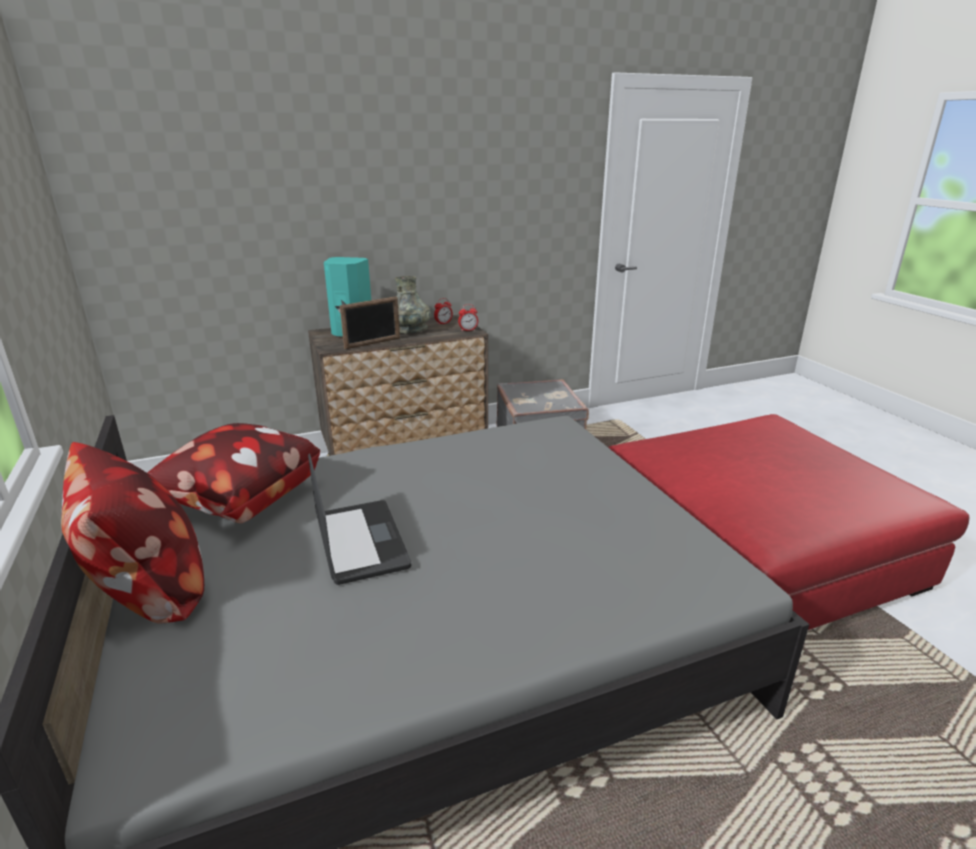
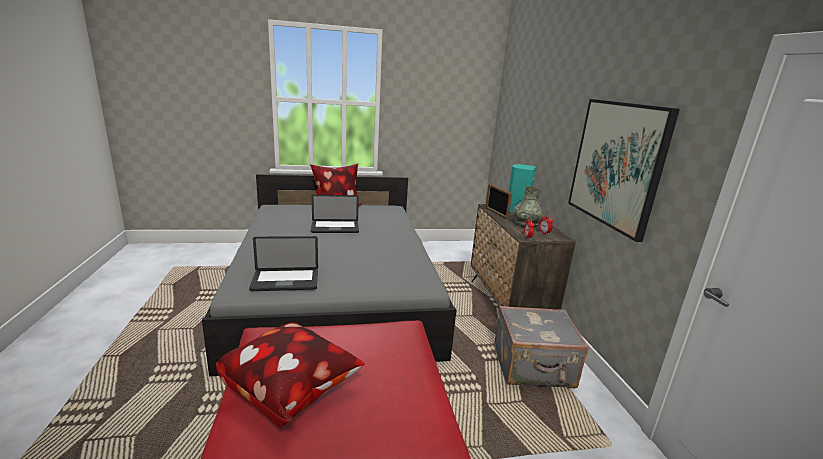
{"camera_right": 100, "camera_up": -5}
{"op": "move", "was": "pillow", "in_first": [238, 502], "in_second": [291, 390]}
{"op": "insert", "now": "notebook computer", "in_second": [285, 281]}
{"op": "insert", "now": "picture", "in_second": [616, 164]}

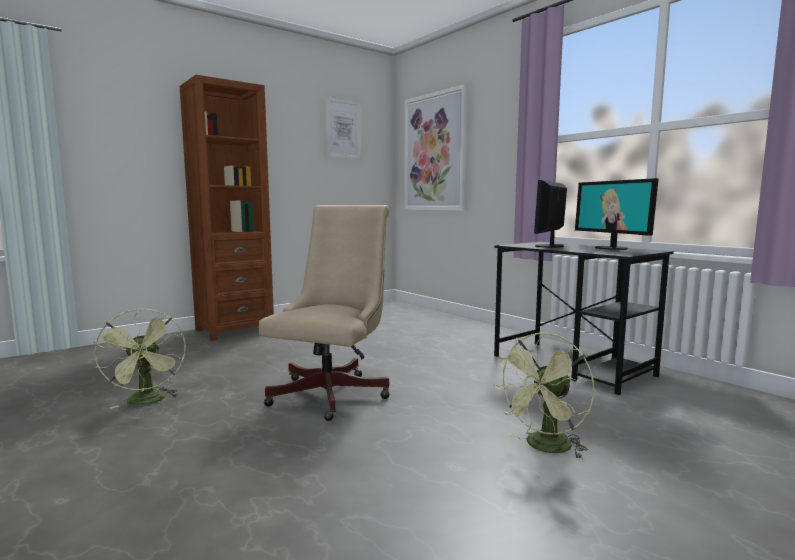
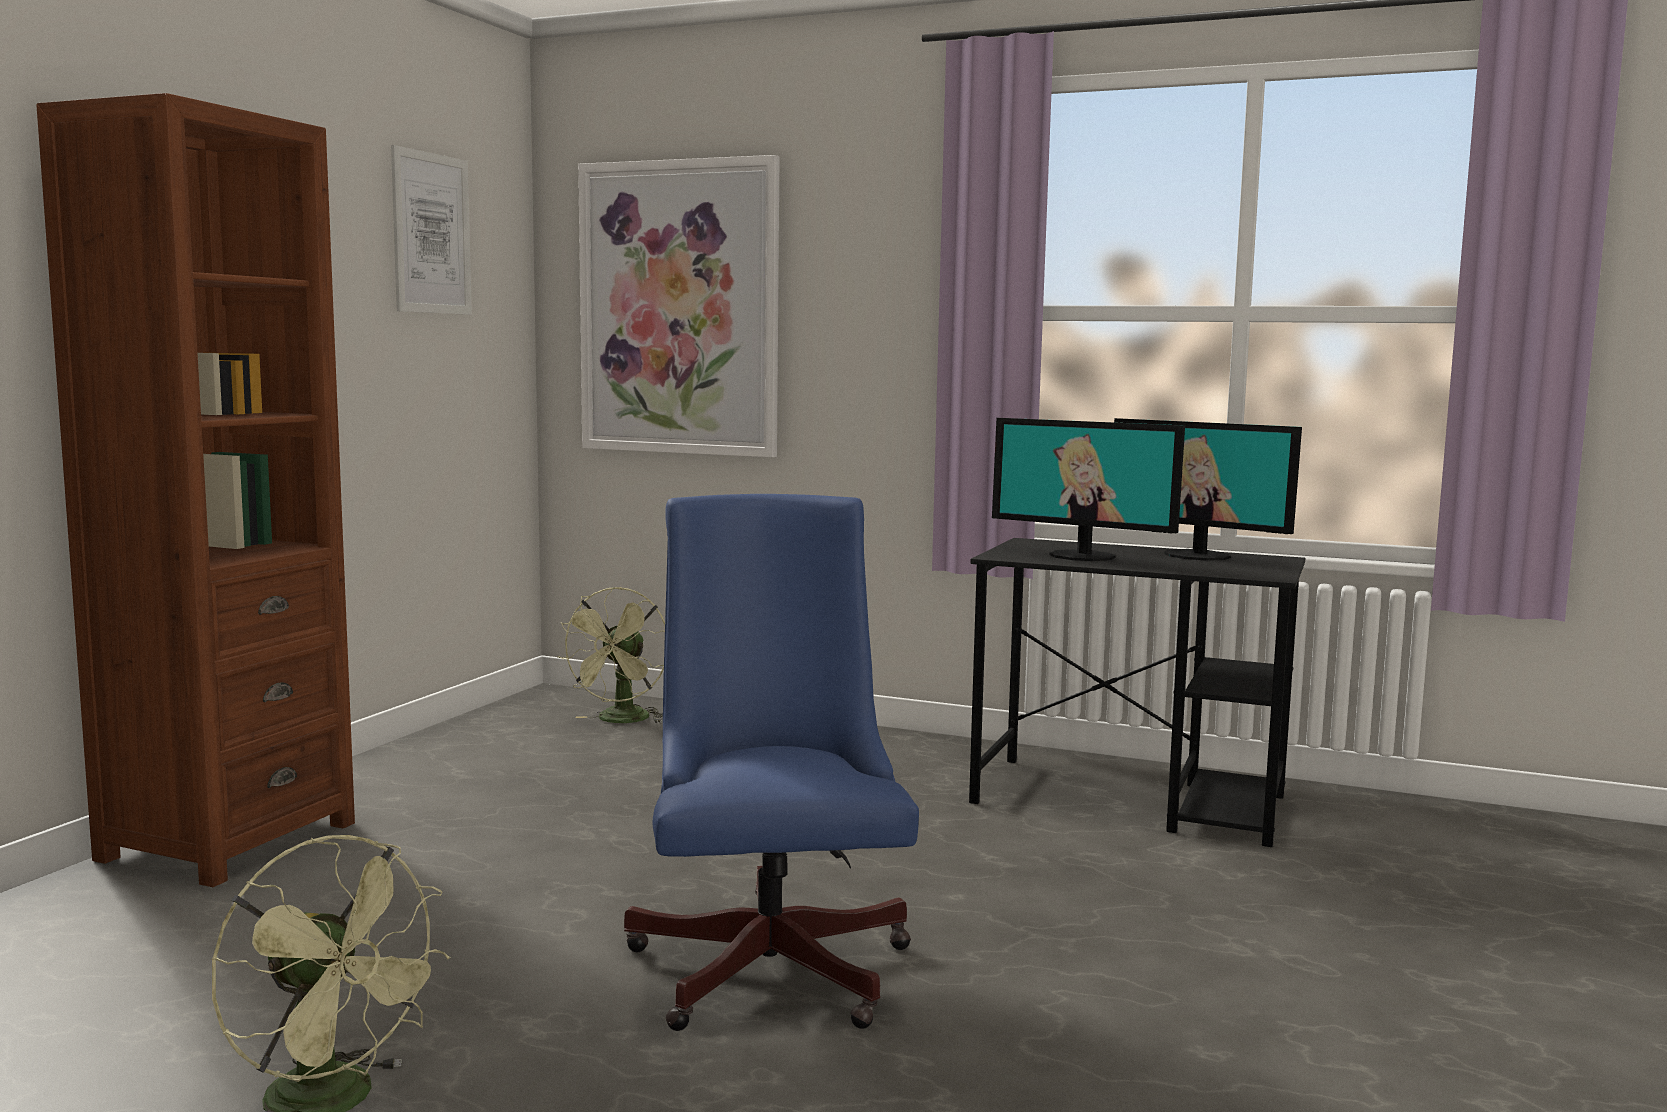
{"camera_right": -30, "camera_up": 0}
{"op": "recolor", "was": "sand-coloured office chair", "now": "blue-coloured office chair", "in_first": [334, 392], "in_second": [772, 959]}
{"op": "move", "was": "green fan", "in_first": [545, 448], "in_second": [620, 721]}
{"op": "rotate", "was": "computer screen", "in_first": [549, 246], "in_second": [1083, 556], "clockwise": -60}

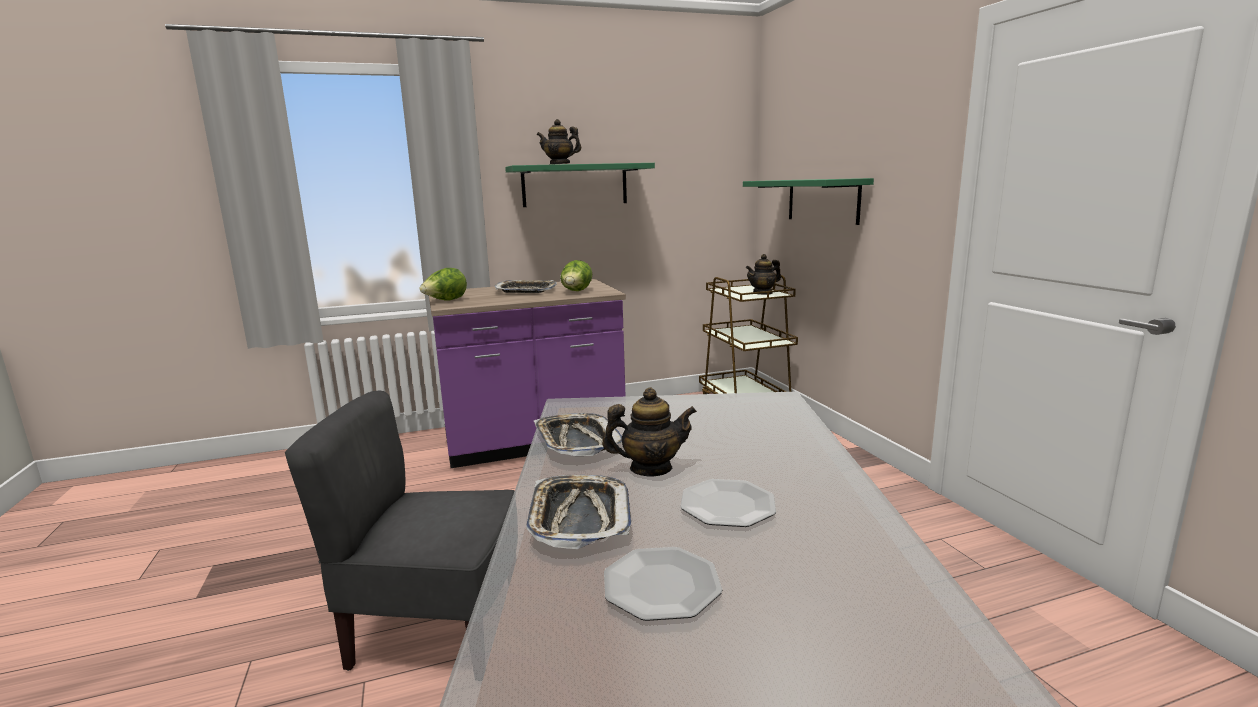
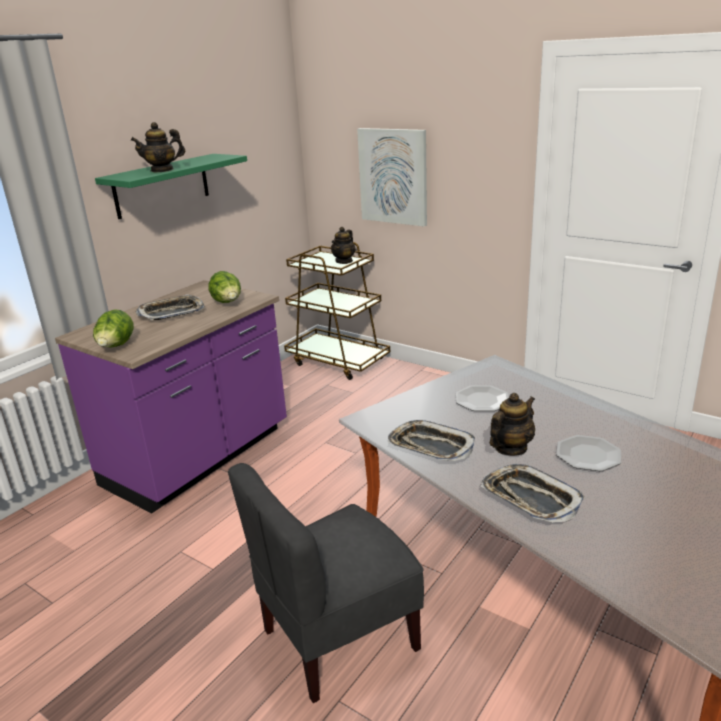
{"camera_right": -35, "camera_up": 10}
{"op": "move", "was": "dinner plate", "in_first": [661, 585], "in_second": [482, 400]}
{"op": "replace", "was": "green wall shelf", "now": "picture", "in_first": [822, 200], "in_second": [393, 176]}

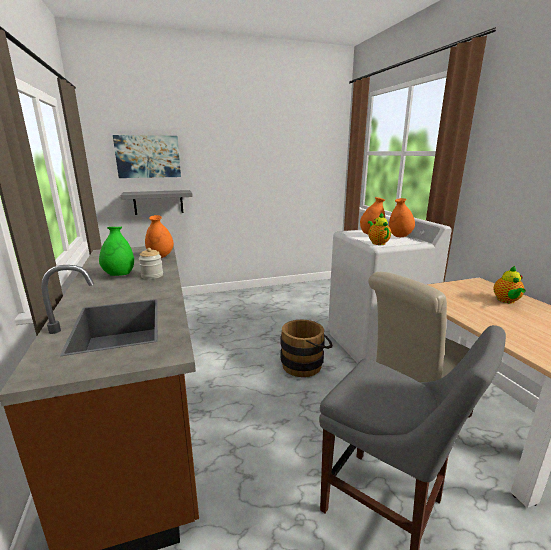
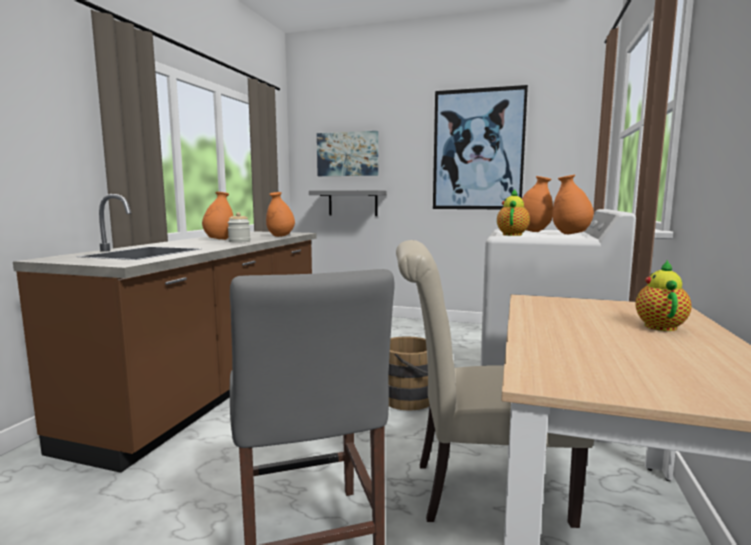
{"camera_right": 35, "camera_up": -10}
{"op": "recolor", "was": "green decorative vase", "now": "orange-coloured decorative vase", "in_first": [119, 275], "in_second": [219, 239]}
{"op": "rotate", "was": "teapot", "in_first": [506, 301], "in_second": [659, 326], "clockwise": 150}
{"op": "insert", "now": "picture", "in_second": [478, 150]}

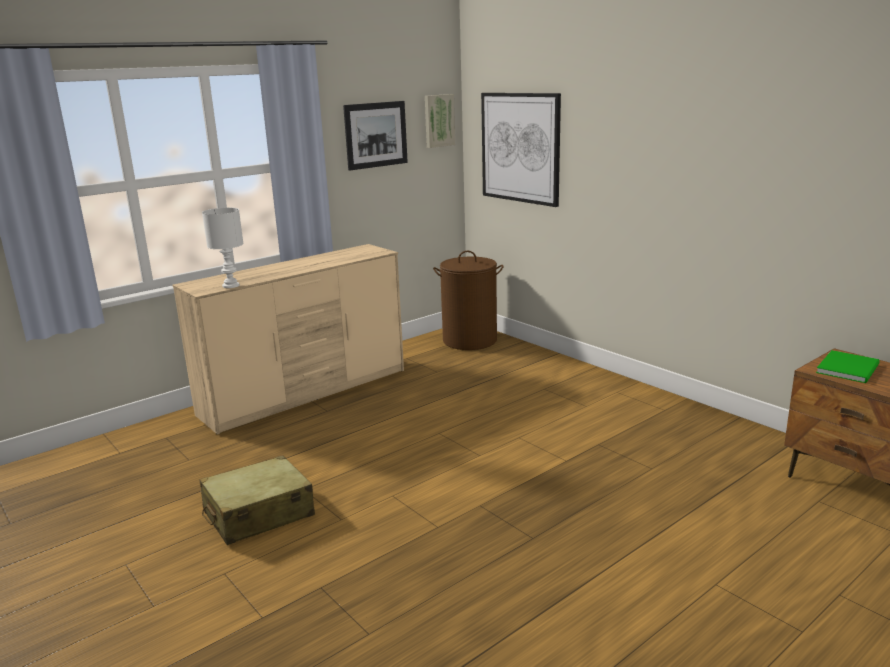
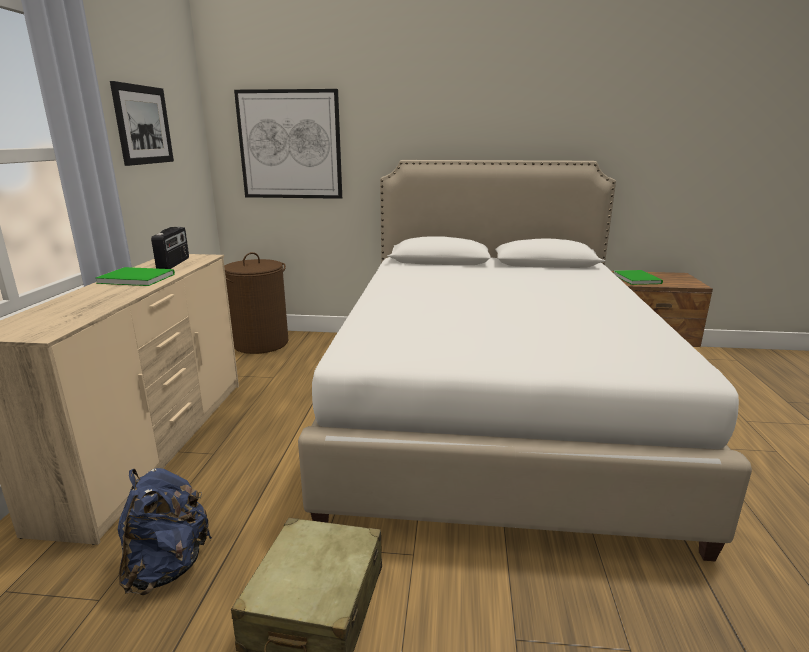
{"camera_right": -45, "camera_up": 0}
{"op": "delete", "was": "whitish lamp for a table", "in_first": [231, 285]}
{"op": "delete", "was": "picture", "in_first": [438, 120]}
{"op": "insert", "now": "green volume", "in_second": [136, 278]}
{"op": "insert", "now": "blue-coloured knapsack", "in_second": [167, 566]}
{"op": "insert", "now": "radio receiver", "in_second": [174, 263]}
{"op": "insert", "now": "whitish bedroom bed", "in_second": [492, 409]}

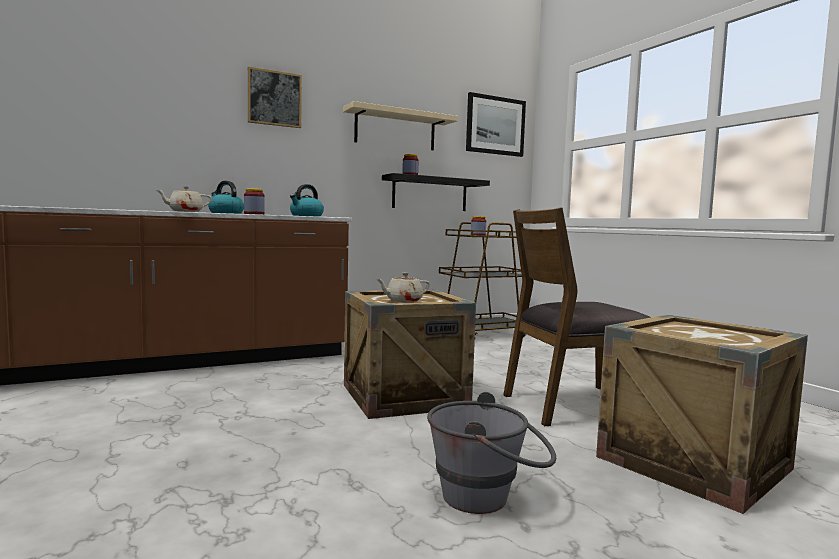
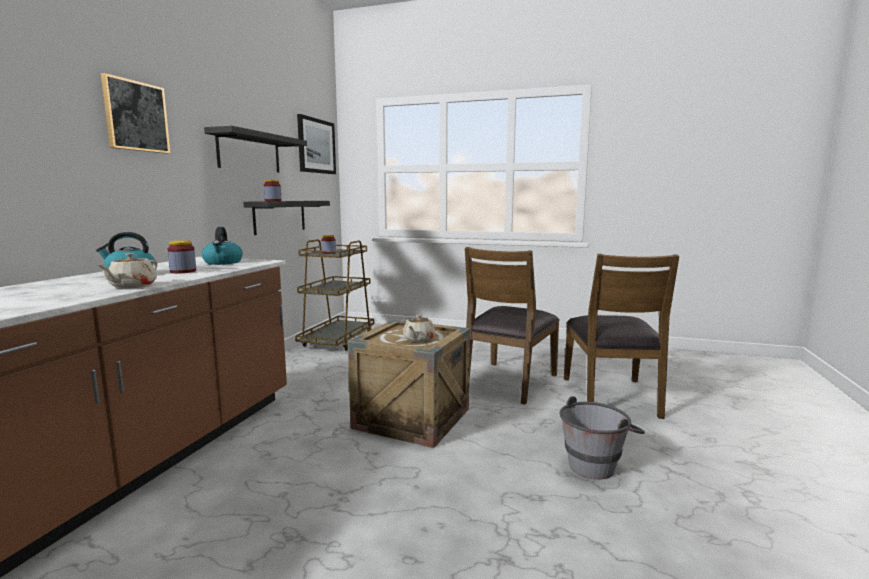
{"camera_right": -45, "camera_up": 5}
{"op": "recolor", "was": "sand-coloured wall shelf", "now": "blackish wall shelf", "in_first": [395, 130], "in_second": [249, 152]}
{"op": "replace", "was": "crate", "now": "brownish plain chair", "in_first": [693, 463], "in_second": [611, 397]}

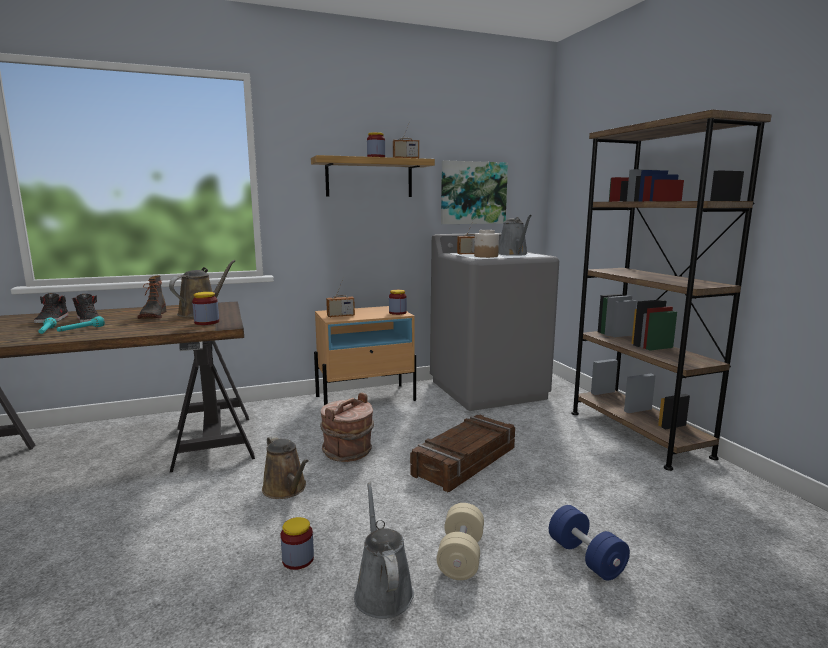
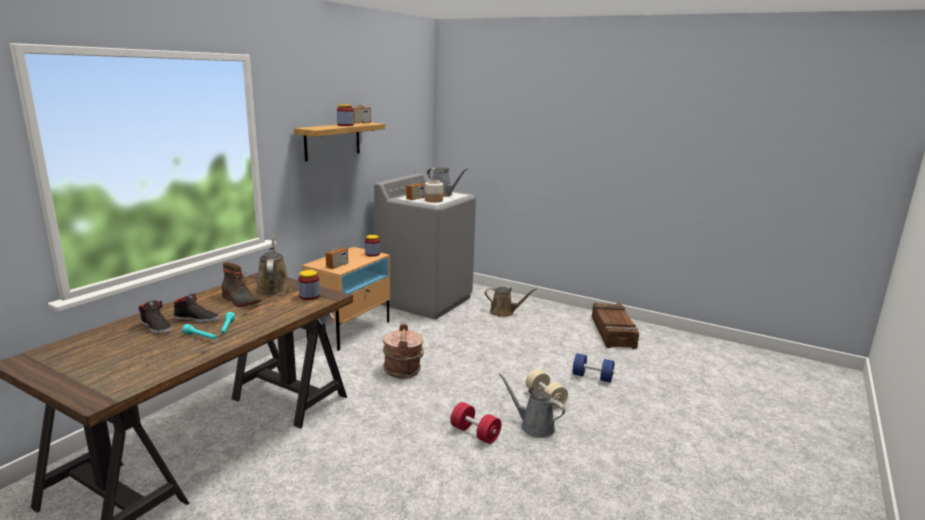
{"camera_right": -40, "camera_up": 5}
{"op": "move", "was": "brownish sprinkling can", "in_first": [286, 489], "in_second": [504, 312]}
{"op": "replace", "was": "jar", "now": "reddish dumbbell", "in_first": [298, 559], "in_second": [475, 433]}
{"op": "move", "was": "crate", "in_first": [465, 461], "in_second": [613, 332]}
{"op": "delete", "was": "picture", "in_first": [473, 193]}
{"op": "delete", "was": "brownish bookcase", "in_first": [637, 434]}

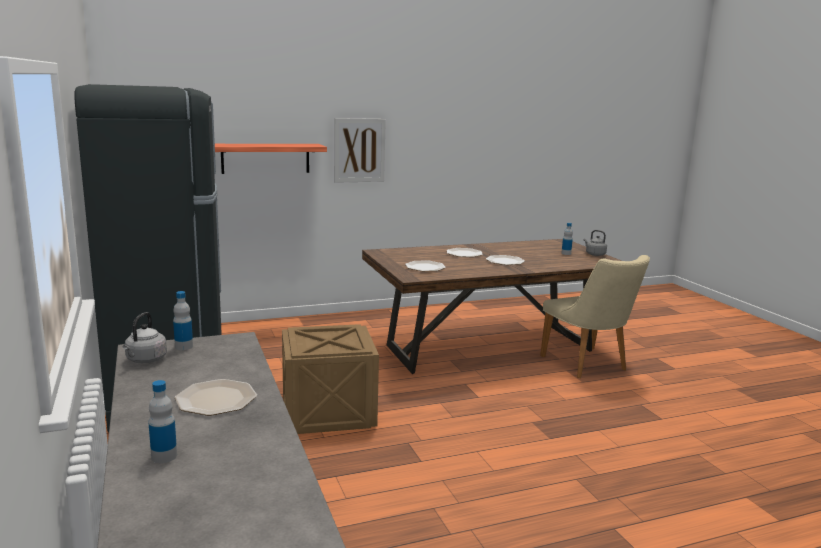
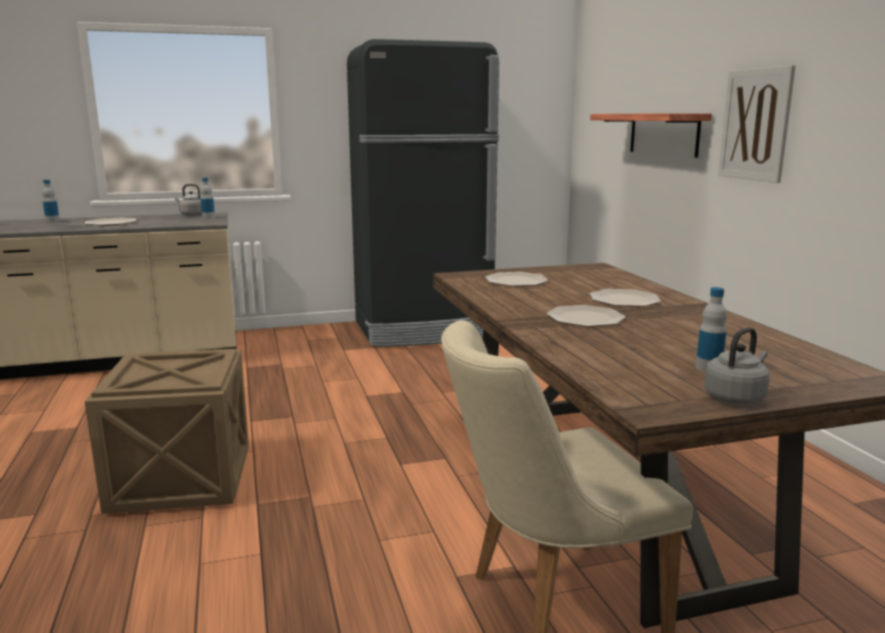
{"camera_right": 95, "camera_up": 0}
{"op": "move", "was": "crate", "in_first": [326, 413], "in_second": [183, 477]}

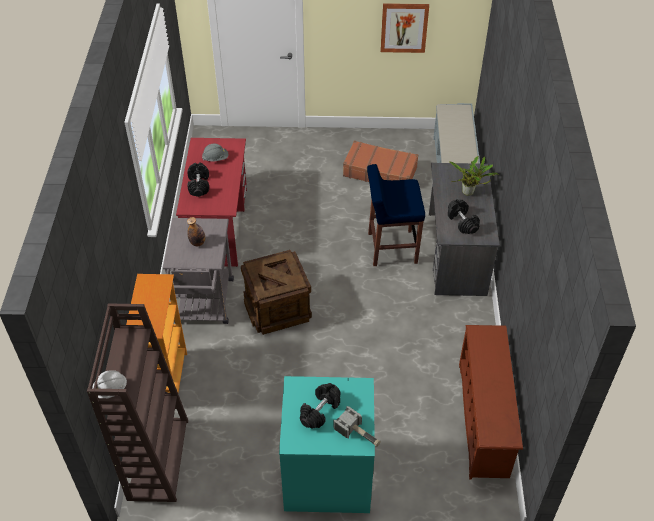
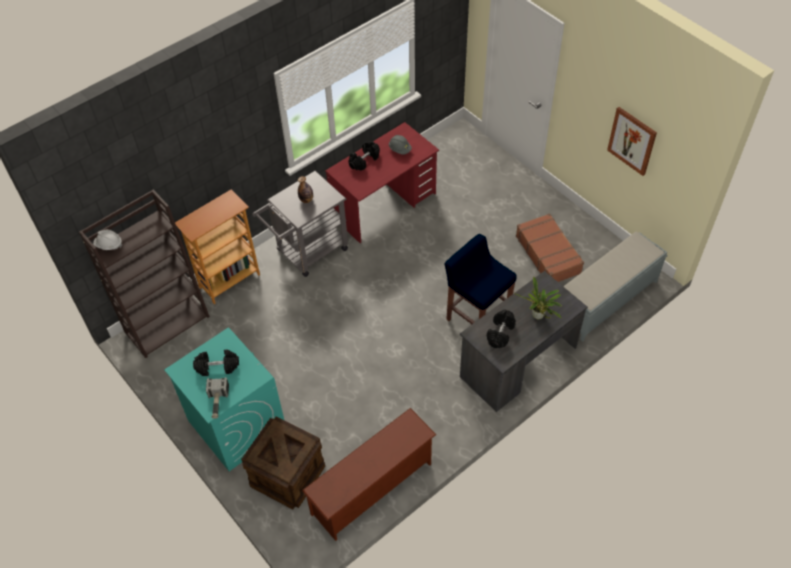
{"camera_right": 50, "camera_up": 5}
{"op": "move", "was": "crate", "in_first": [276, 308], "in_second": [287, 474]}

